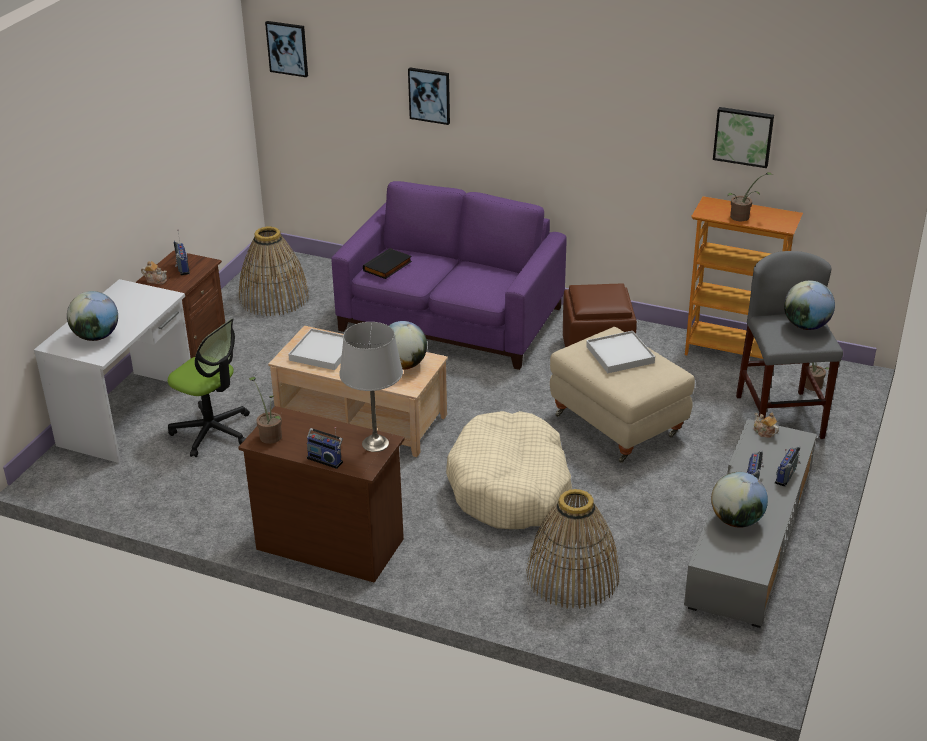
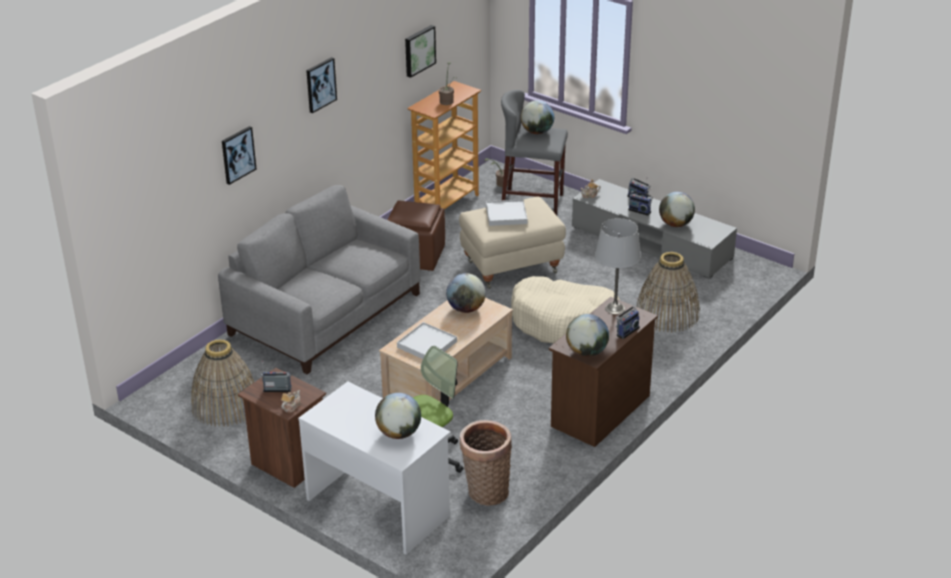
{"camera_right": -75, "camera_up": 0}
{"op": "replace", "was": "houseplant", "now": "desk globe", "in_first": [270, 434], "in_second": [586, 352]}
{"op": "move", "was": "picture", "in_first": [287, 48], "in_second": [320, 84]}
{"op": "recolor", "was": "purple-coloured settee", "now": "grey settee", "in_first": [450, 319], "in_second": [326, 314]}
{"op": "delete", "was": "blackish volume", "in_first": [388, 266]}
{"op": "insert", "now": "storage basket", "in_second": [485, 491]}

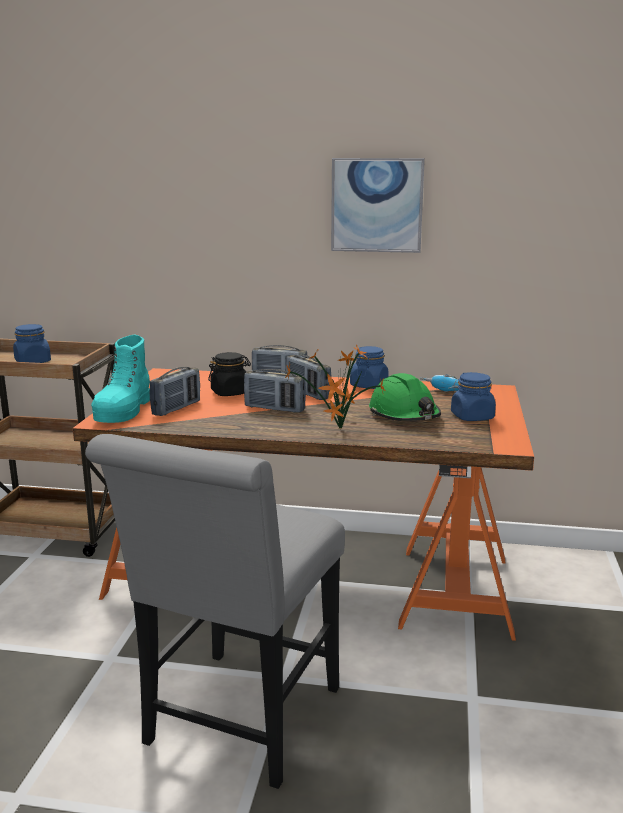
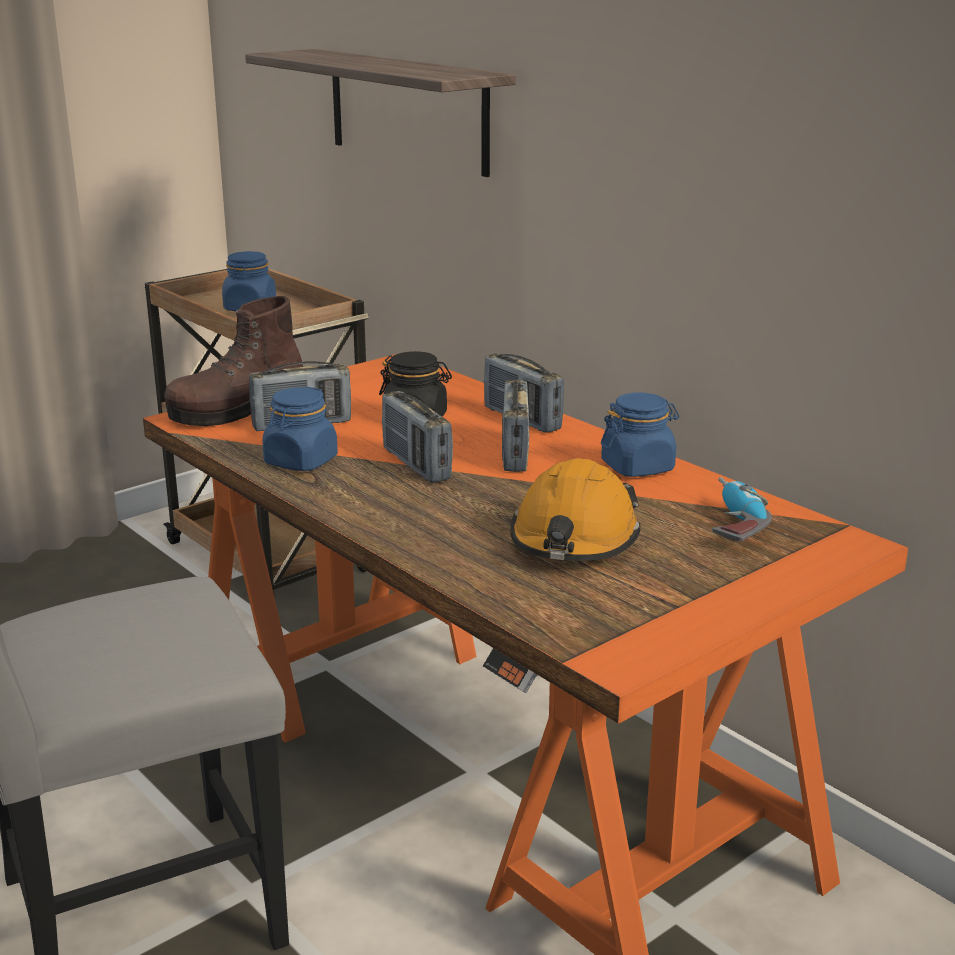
{"camera_right": 40, "camera_up": 5}
{"op": "recolor", "was": "turquoise-coloured tall boot", "now": "brownish tall boot", "in_first": [124, 411], "in_second": [237, 410]}
{"op": "delete", "was": "houseplant", "in_first": [338, 430]}
{"op": "delete", "was": "picture", "in_first": [377, 205]}
{"op": "recolor", "was": "green work helmet", "now": "orange-coloured work helmet", "in_first": [404, 415], "in_second": [574, 540]}
{"op": "move", "was": "blue-coloured jar", "in_first": [472, 417], "in_second": [300, 461]}
{"op": "insert", "now": "wall shelf", "in_second": [407, 110]}

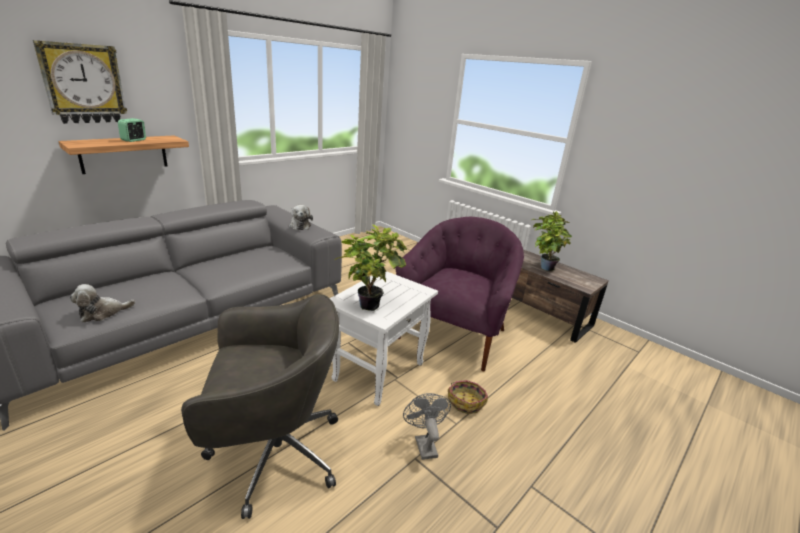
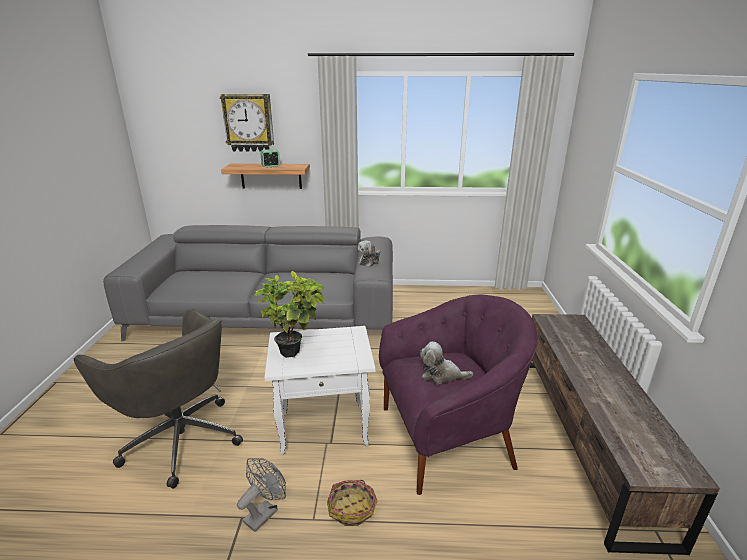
{"camera_right": 50, "camera_up": 0}
{"op": "move", "was": "soft toy", "in_first": [102, 313], "in_second": [441, 375]}
{"op": "delete", "was": "houseplant", "in_first": [543, 267]}

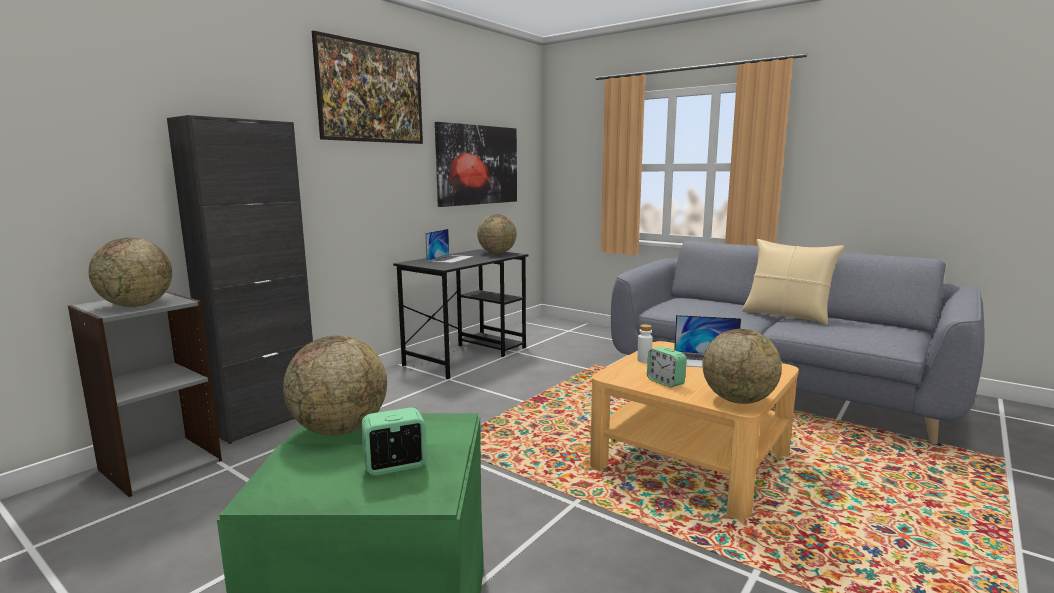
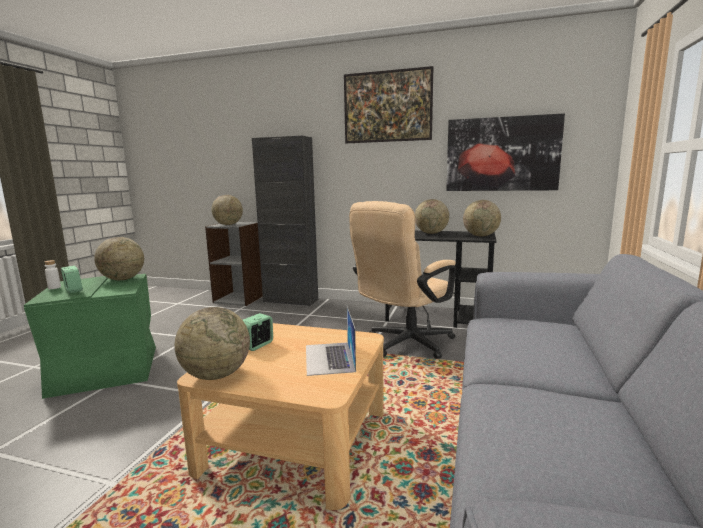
{"camera_right": 70, "camera_up": 0}
{"op": "replace", "was": "notebook computer", "now": "desk globe", "in_first": [450, 259], "in_second": [431, 233]}
{"op": "move", "was": "whitish bottle", "in_first": [644, 360], "in_second": [54, 287]}
{"op": "delete", "was": "sand-coloured pillow", "in_first": [786, 316]}
{"op": "insert", "now": "sand-coloured office chair", "in_second": [404, 345]}

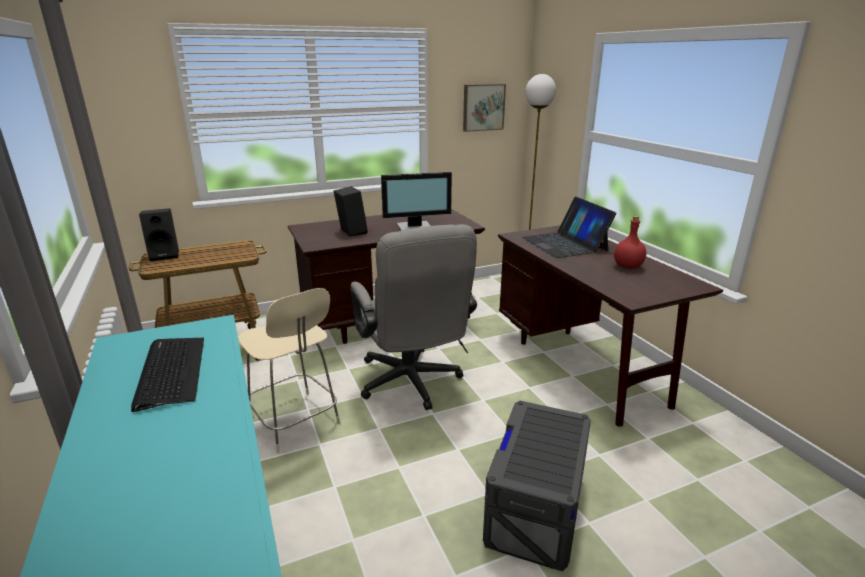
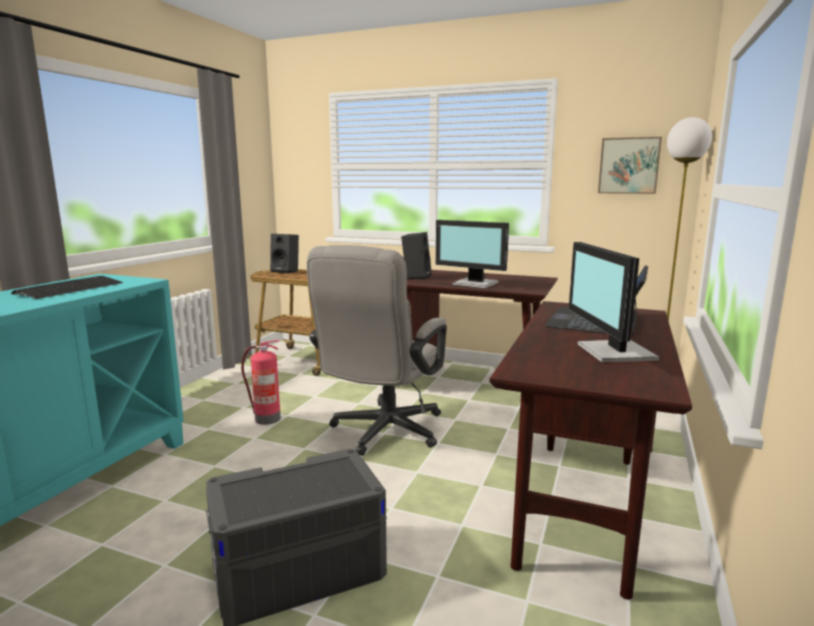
{"camera_right": 45, "camera_up": -10}
{"op": "replace", "was": "sand-coloured plain chair", "now": "fire-fighting cylinder", "in_first": [295, 422], "in_second": [266, 419]}
{"op": "replace", "was": "reddish bottle", "now": "computer screen", "in_first": [628, 267], "in_second": [613, 352]}

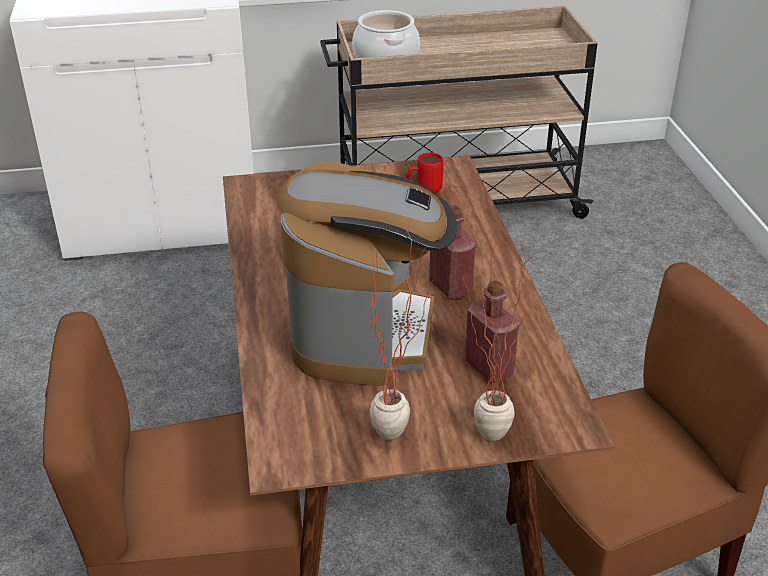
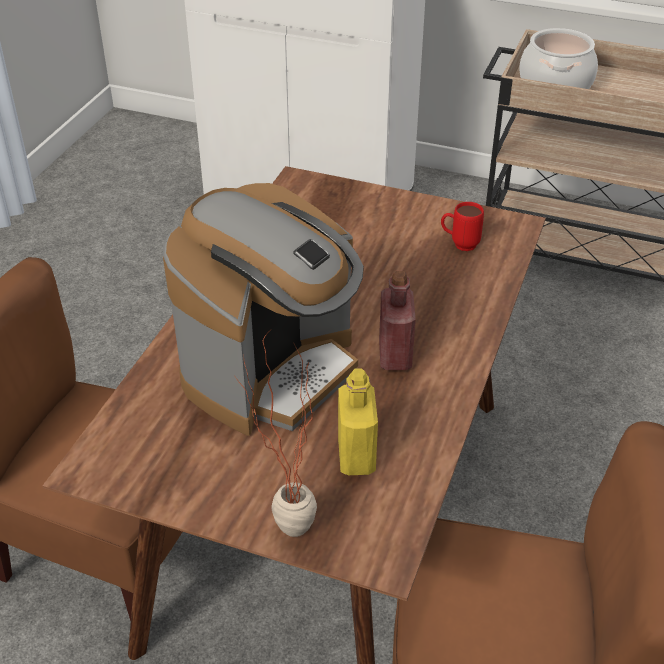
{"camera_right": 30, "camera_up": 5}
{"op": "delete", "was": "houseplant", "in_first": [402, 432]}
{"op": "recolor", "was": "reddish bottle", "now": "yellowish bottle", "in_first": [489, 367], "in_second": [356, 456]}

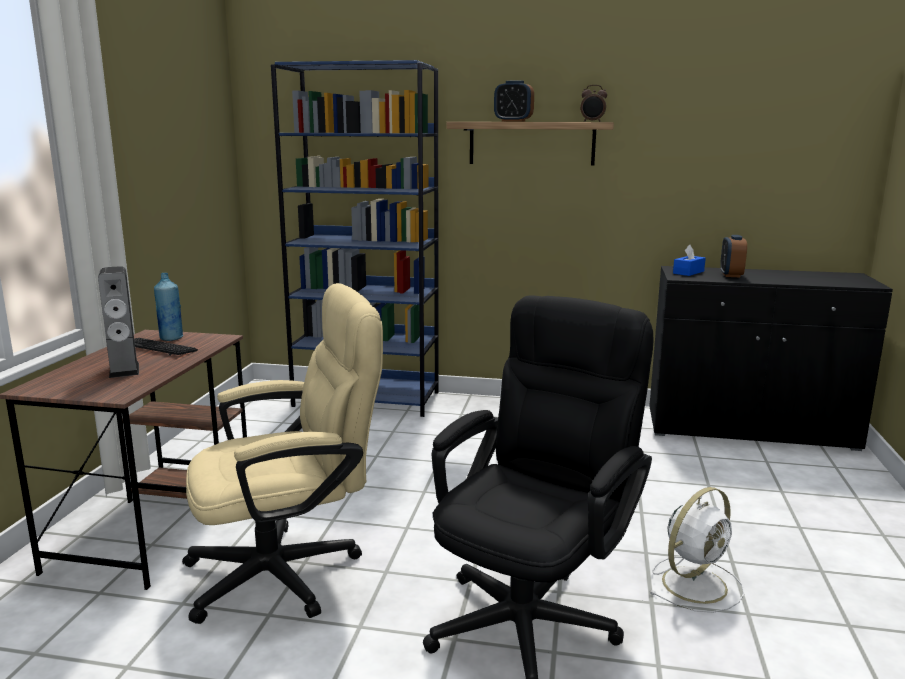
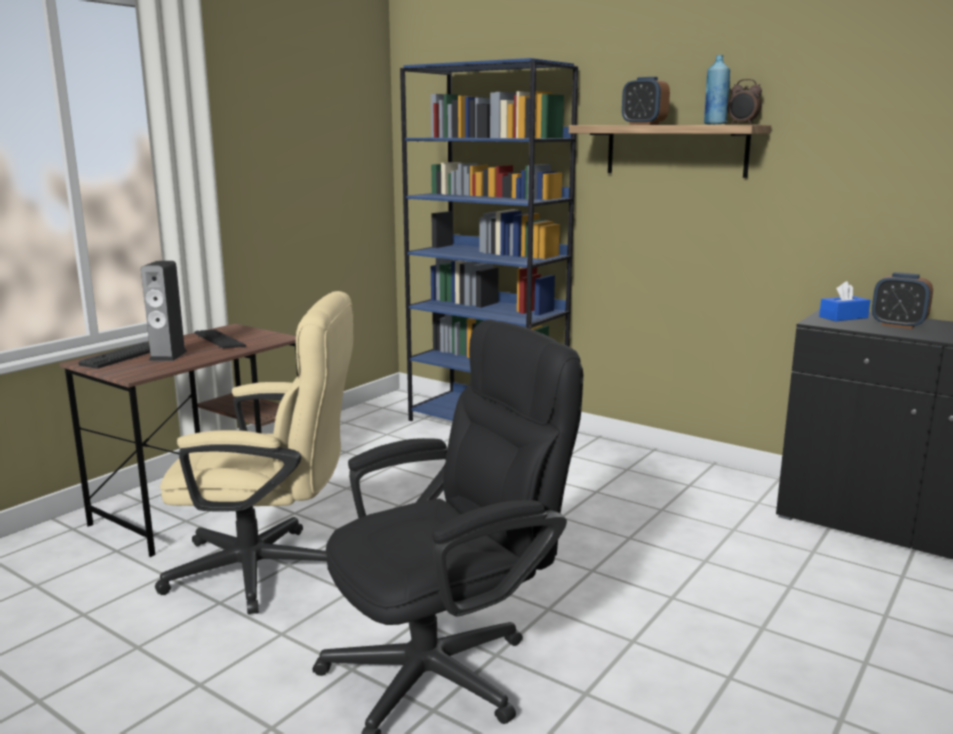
{"camera_right": 25, "camera_up": 0}
{"op": "move", "was": "blue-coloured bottle", "in_first": [171, 338], "in_second": [714, 124]}
{"op": "delete", "was": "whitish fan", "in_first": [696, 583]}
{"op": "rotate", "was": "bedside clock", "in_first": [731, 275], "in_second": [898, 325], "clockwise": -90}
{"op": "insert", "now": "PC keyboard", "in_second": [122, 356]}

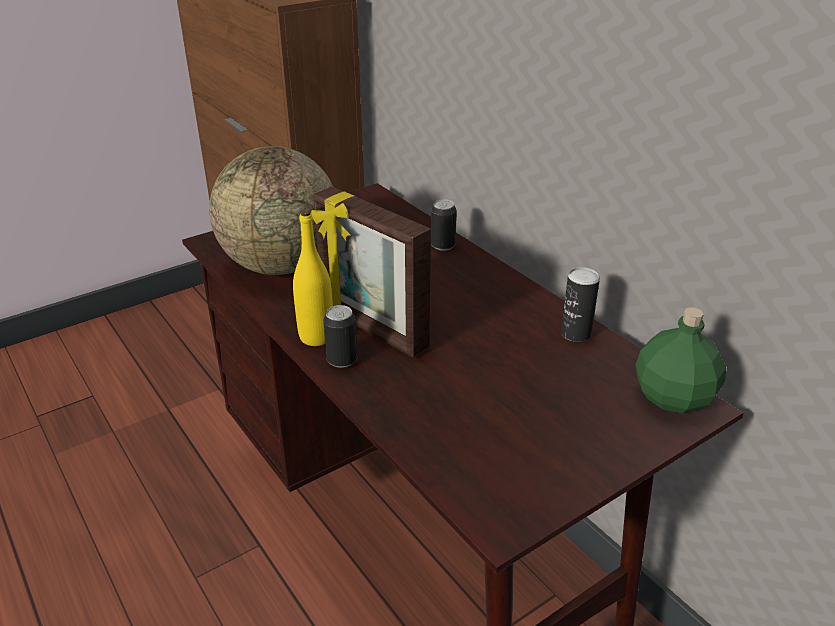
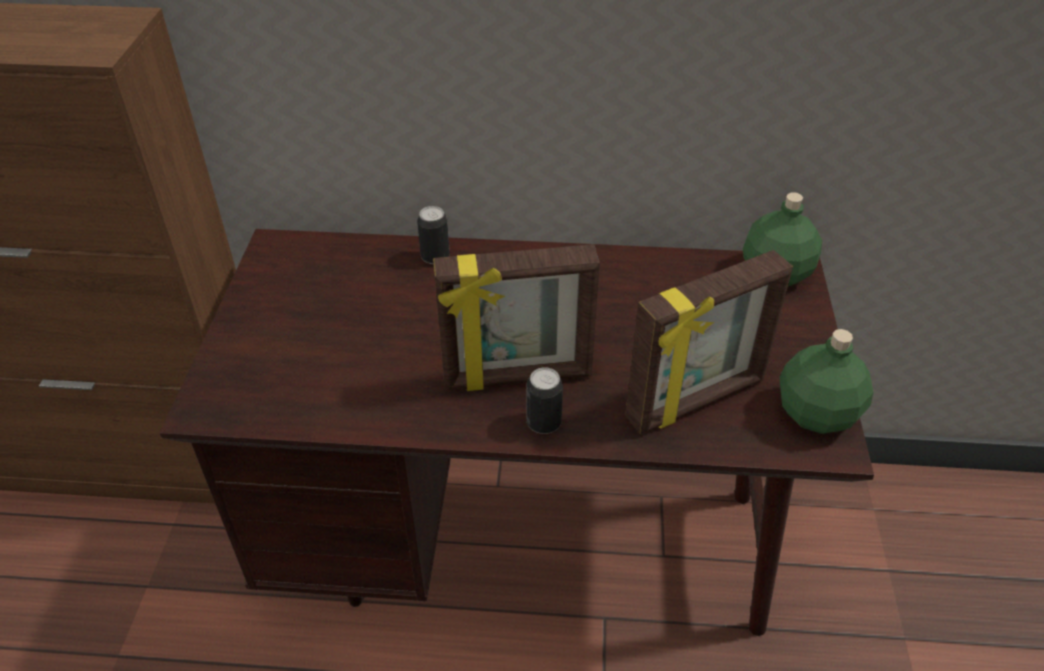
{"camera_right": -50, "camera_up": 10}
{"op": "delete", "was": "desk globe", "in_first": [281, 265]}
{"op": "delete", "was": "yellowish bottle", "in_first": [316, 337]}
{"op": "delete", "was": "sealed can", "in_first": [575, 334]}
{"op": "insert", "now": "photo frame", "in_second": [697, 401]}
{"op": "insert", "now": "green bottle", "in_second": [818, 414]}

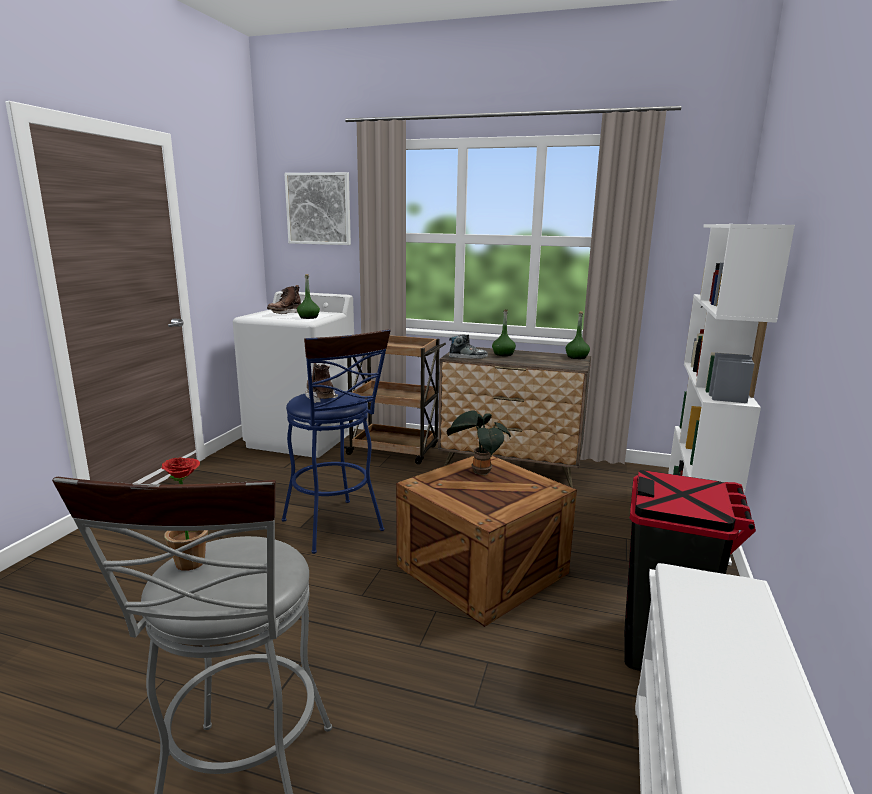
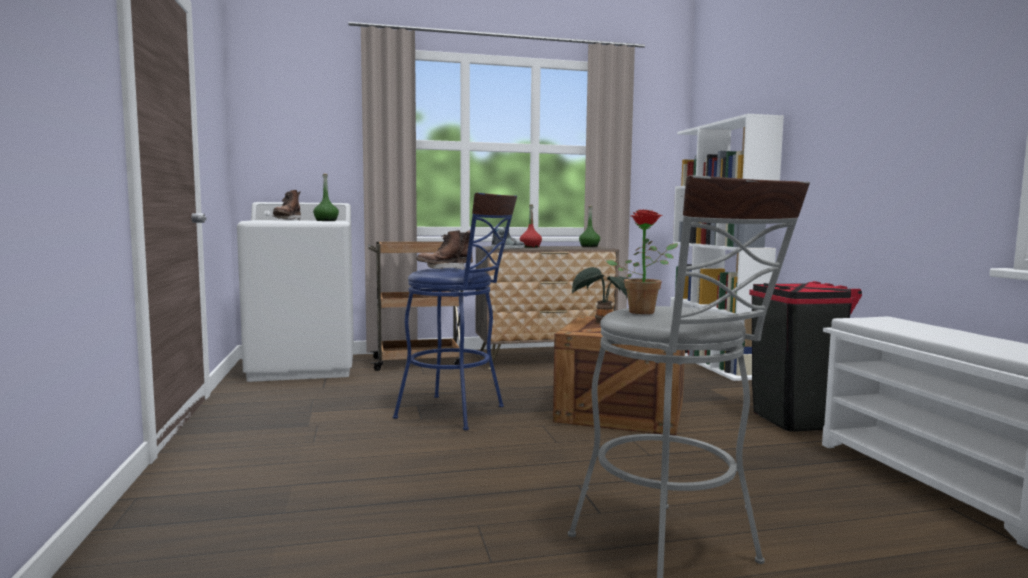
{"camera_right": -30, "camera_up": -10}
{"op": "delete", "was": "picture", "in_first": [318, 209]}
{"op": "rotate", "was": "brownish tall boot", "in_first": [320, 397], "in_second": [445, 269], "clockwise": -60}
{"op": "recolor", "was": "green bottle", "now": "reddish bottle", "in_first": [503, 354], "in_second": [530, 247]}

